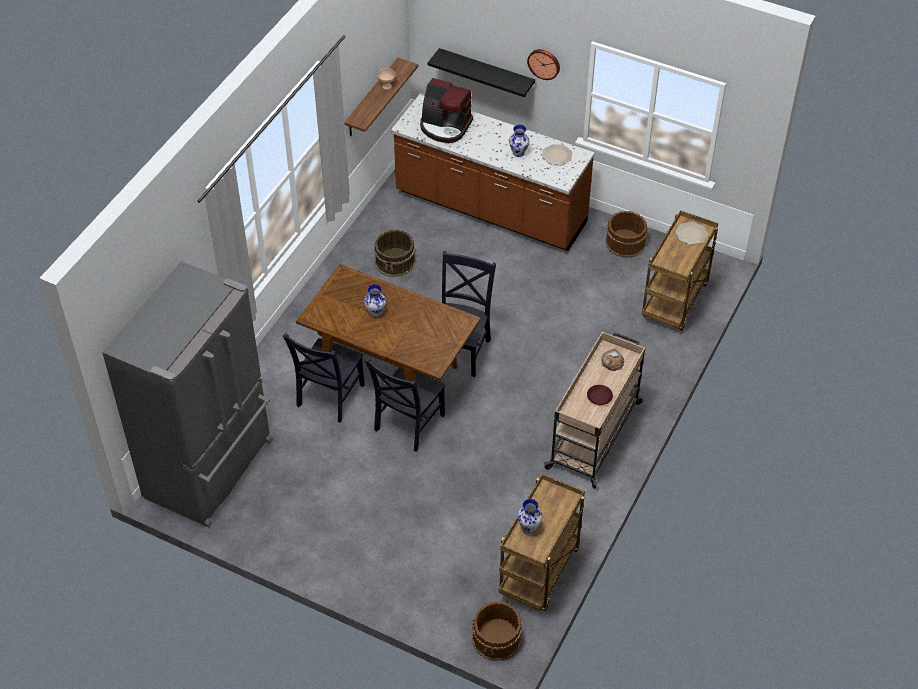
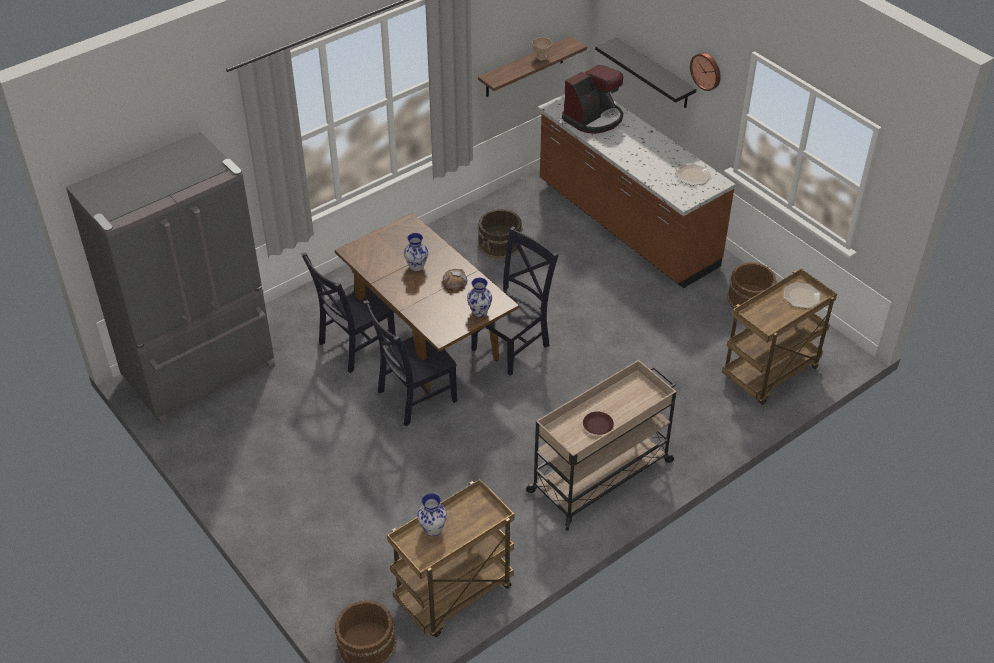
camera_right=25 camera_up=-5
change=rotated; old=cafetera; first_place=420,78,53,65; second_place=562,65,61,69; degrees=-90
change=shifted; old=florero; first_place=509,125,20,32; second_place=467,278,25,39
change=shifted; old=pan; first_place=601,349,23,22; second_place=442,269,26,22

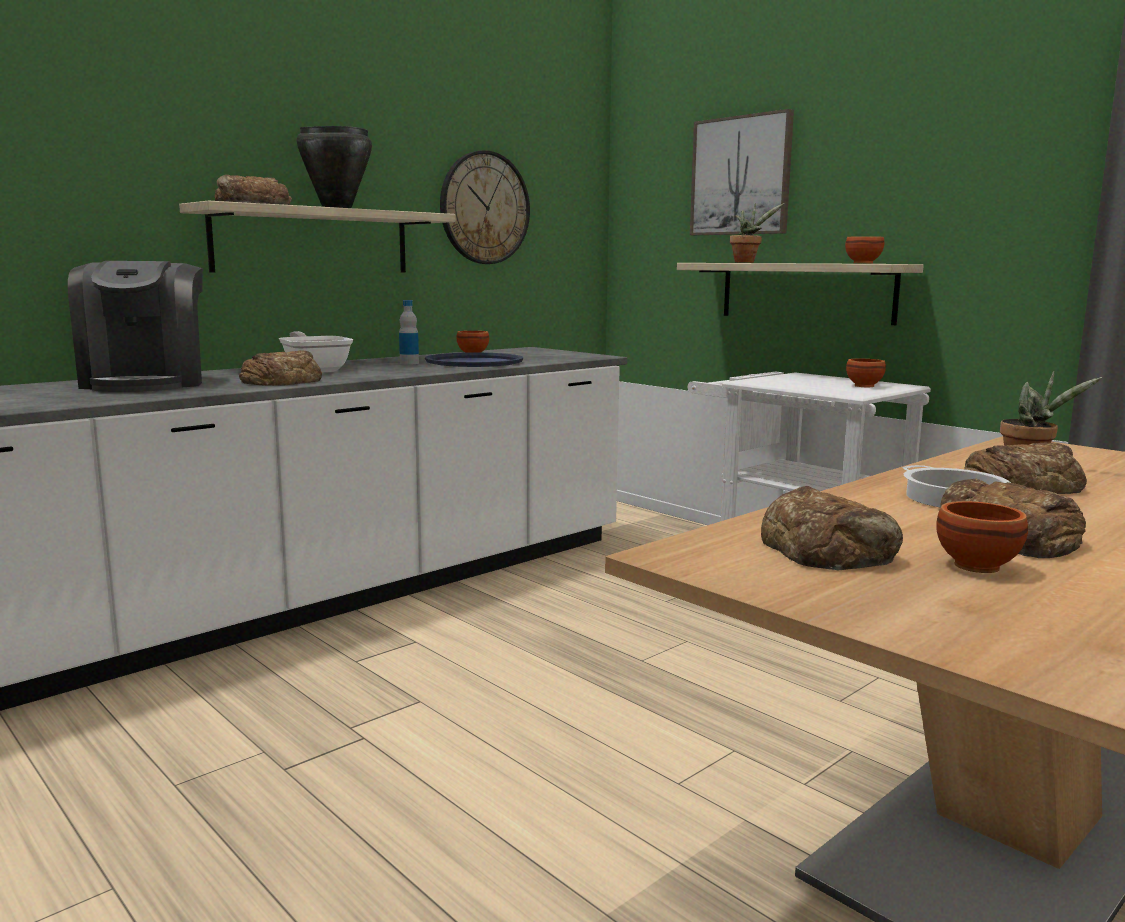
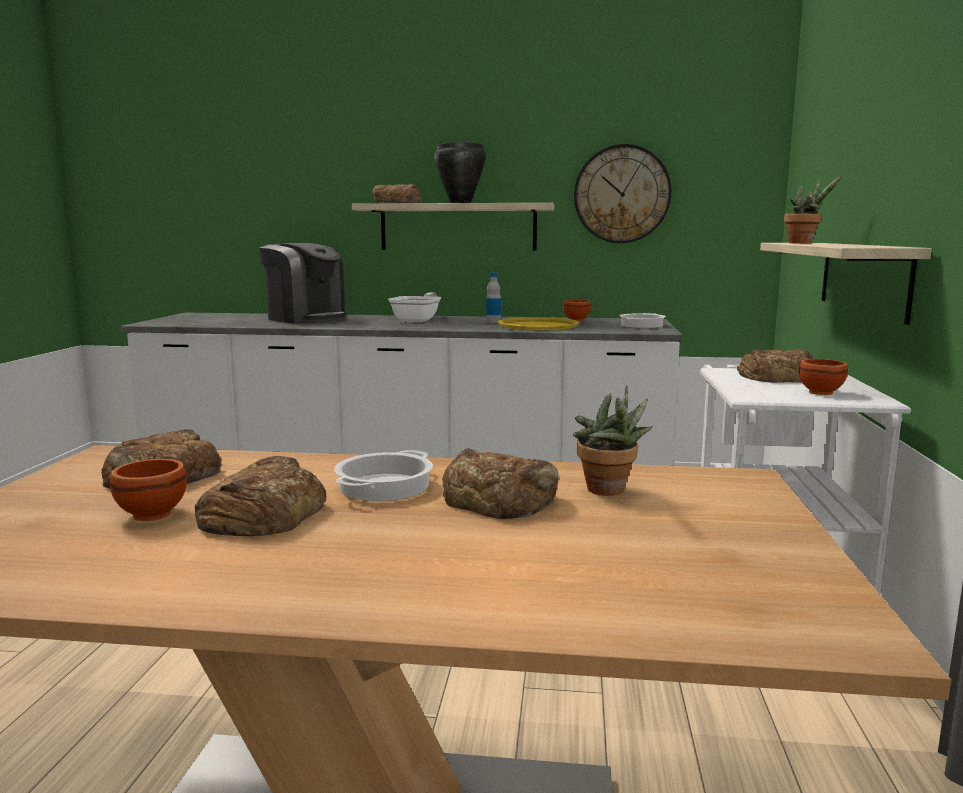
camera_right=50 camera_up=0
change=rotated; old=cafetera; first_place=68,261,135,131; second_place=259,243,88,80; degrees=-90
change=shifted; old=pan; first_place=239,350,83,36; second_place=737,350,76,33
change=repainted; old=bandeja (azul); new=bandeja (amarillo); first_place=425,353,98,14; second_place=497,317,82,13
change=gone; old=cuadro; first_place=690,109,104,126
change=gone; old=cuenco (marrón); first_place=845,236,39,27
change=new; new=olla; second_place=619,313,47,15

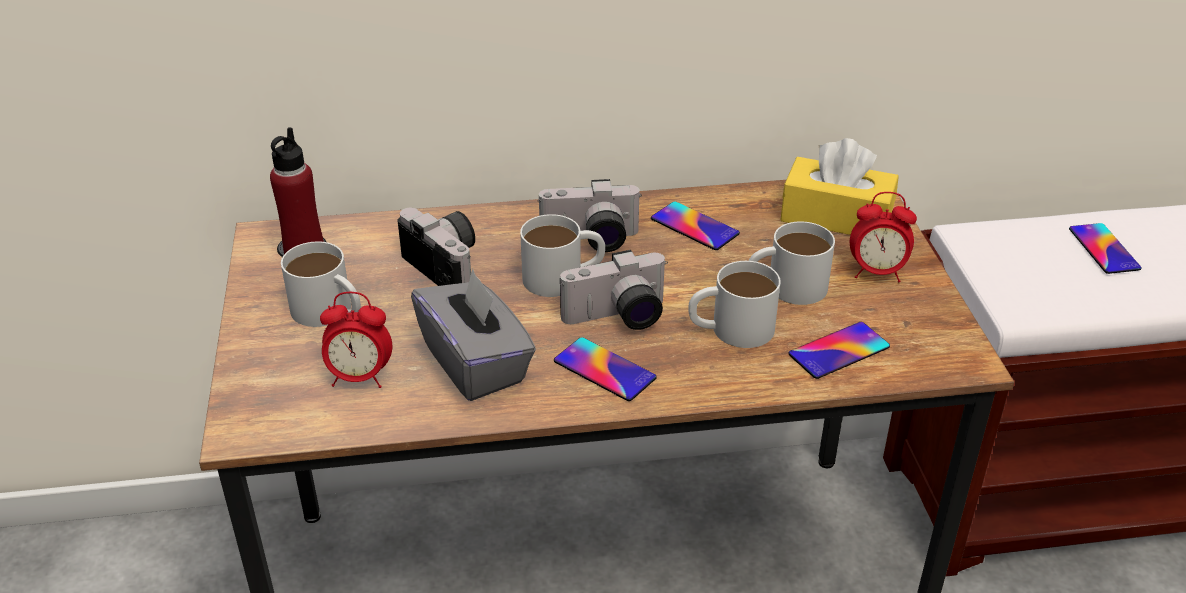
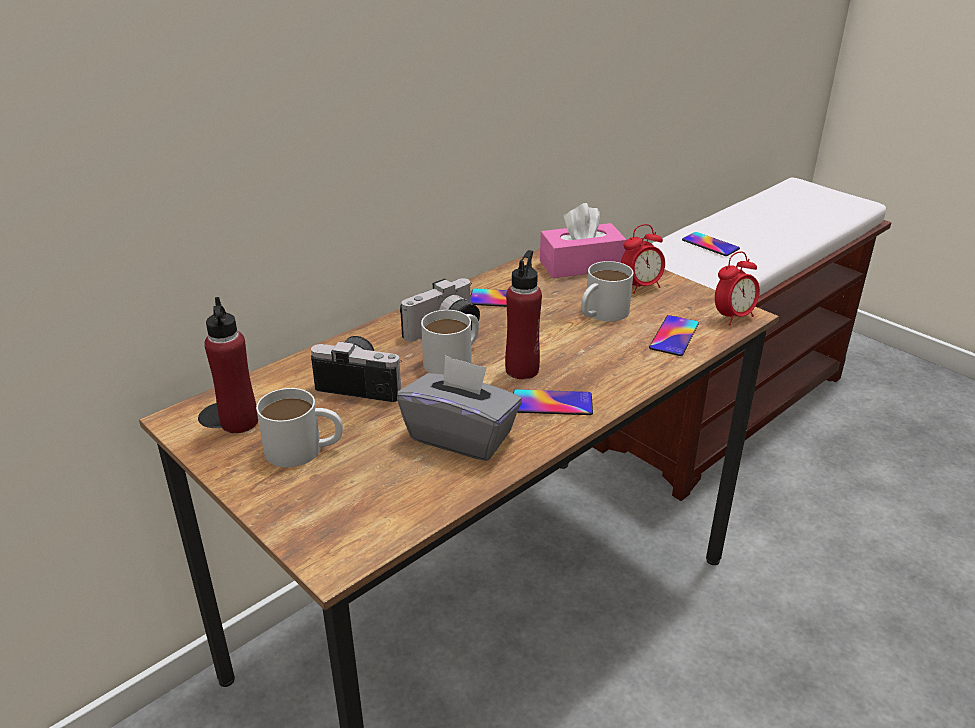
camera_right=-35 camera_up=-5
change=shifted; old=despertador; first_place=320,292,72,96; second_place=715,251,45,74
change=swapped; old=cámara; new=botella (rojo); first_place=560,250,108,80; second_place=505,250,37,129
change=gone; old=taza grande (blanco); first_place=688,261,93,87
change=repainted; old=caja de pañuelos (amarillo); new=caja de pañuelos (rosa); first_place=781,138,118,97; second_place=540,203,87,75

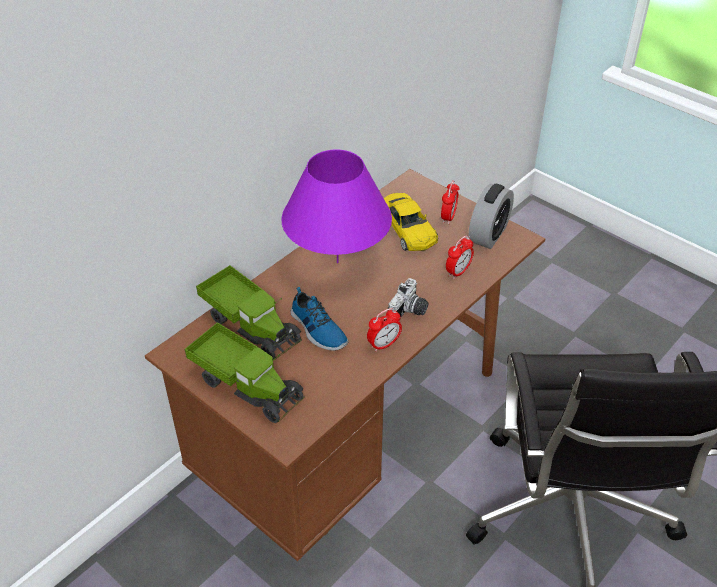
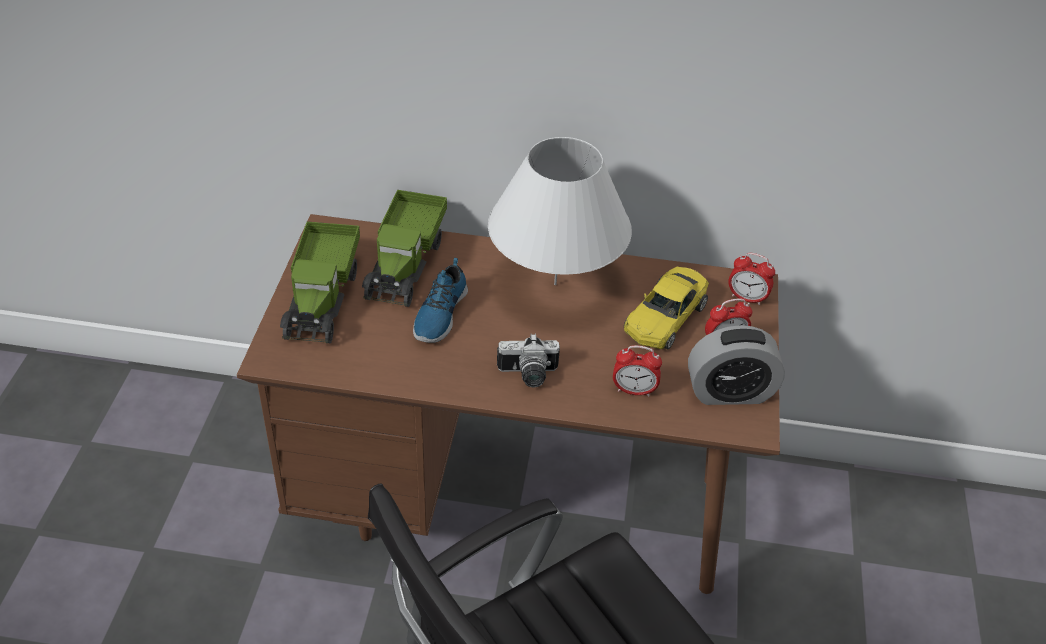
camera_right=55 camera_up=0
change=repainted; old=lámpara de mesa (morado); new=lámpara de mesa (blanco); first_place=281,149,111,114; second_place=488,137,144,148
change=shifted; old=despertador; first_place=367,308,35,44; second_place=728,253,47,52

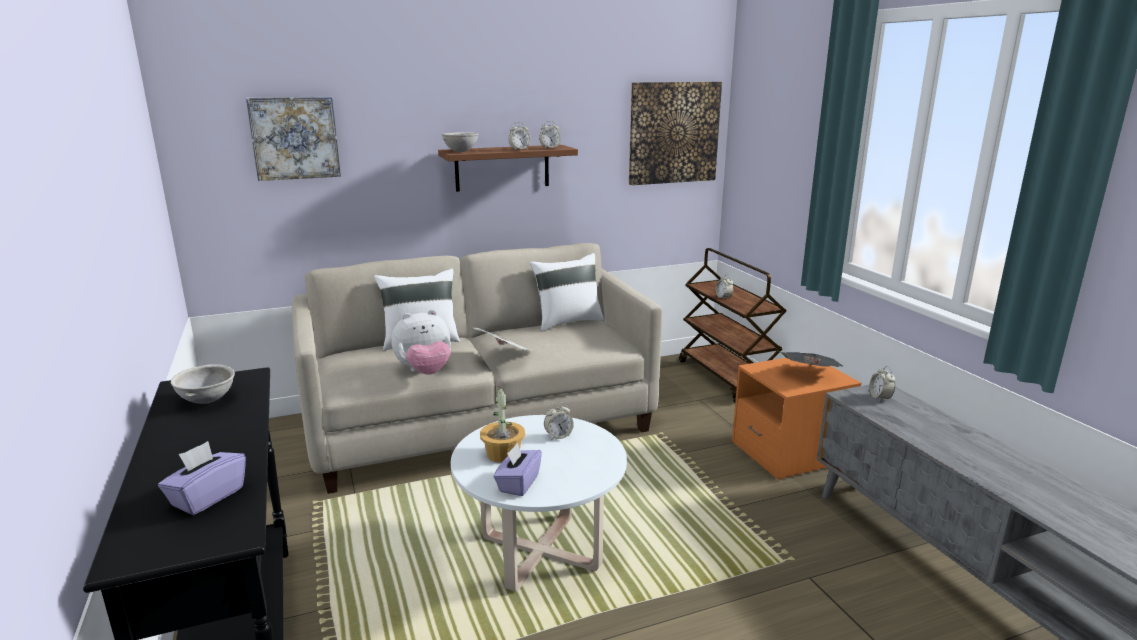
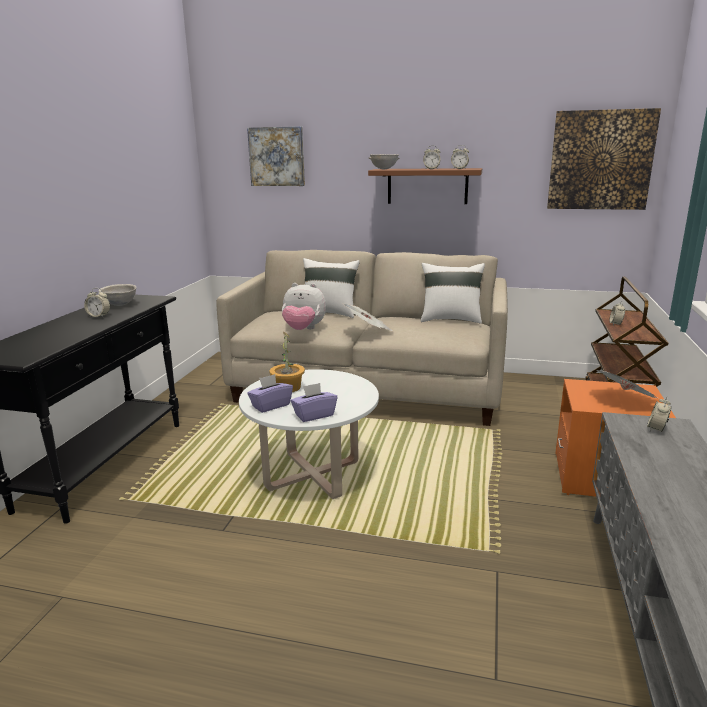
camera_right=35 camera_up=0
change=shifted; old=caja de pañuelos (morado); first_place=158,441,88,74; second_place=291,383,46,39
change=shifted; old=despertador; first_place=544,402,30,38; second_place=84,288,26,30

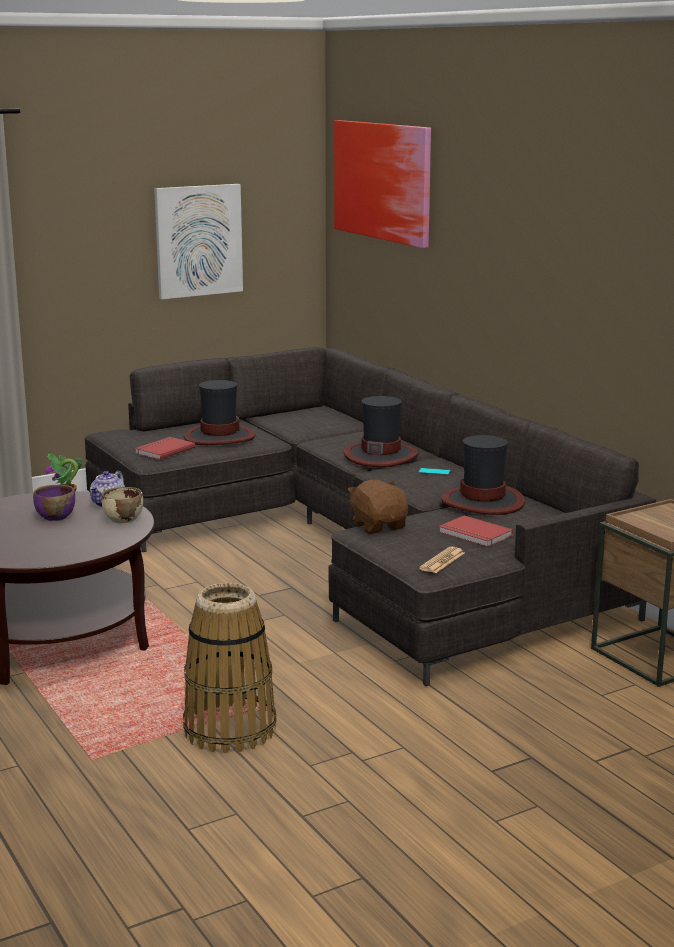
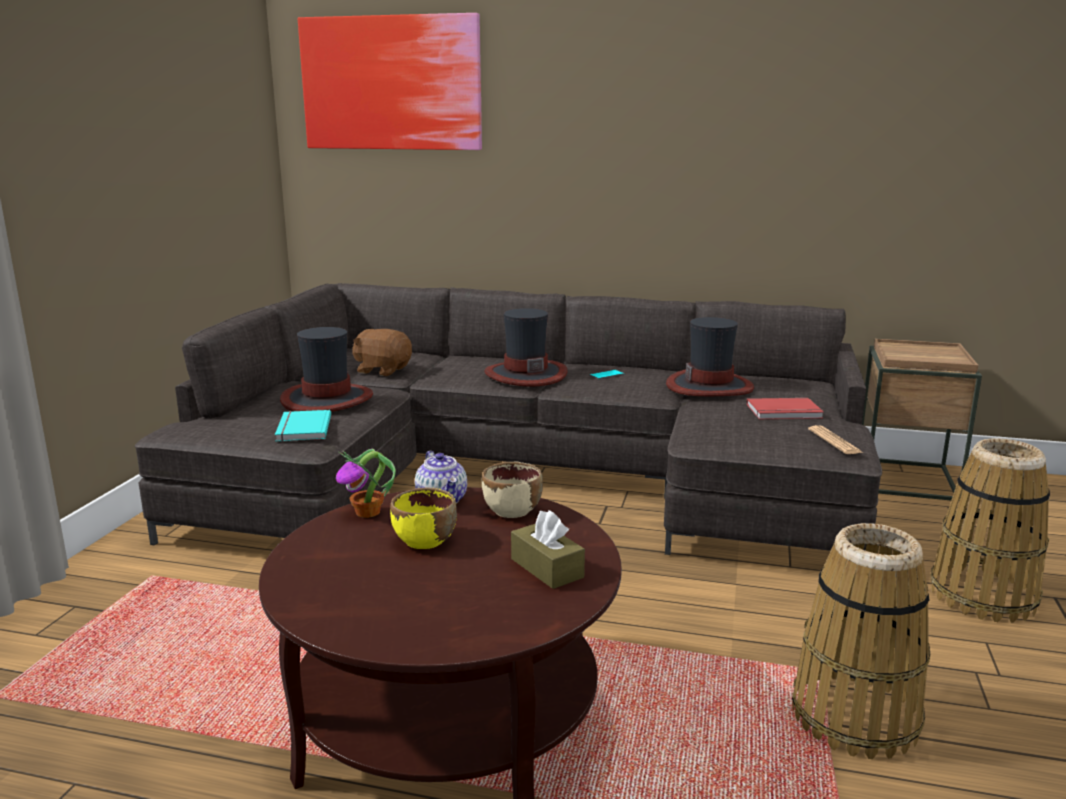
camera_right=-45 camera_up=0
change=repainted; old=cuenco (morado); new=cuenco (amarillo); first_place=33,485,42,36; second_place=390,487,67,62
change=repainted; old=libro (rojo); new=libro (turquesa); first_place=135,437,60,23; second_place=275,410,56,32
change=gone; old=cuadro; first_place=154,184,89,115
change=shifted; old=peluche (marrón); first_place=348,480,60,54; second_place=352,329,60,47
change=new; new=caja de pañuelos (marrón); second_place=511,510,74,79
change=new; new=cesta; second_place=930,438,120,185

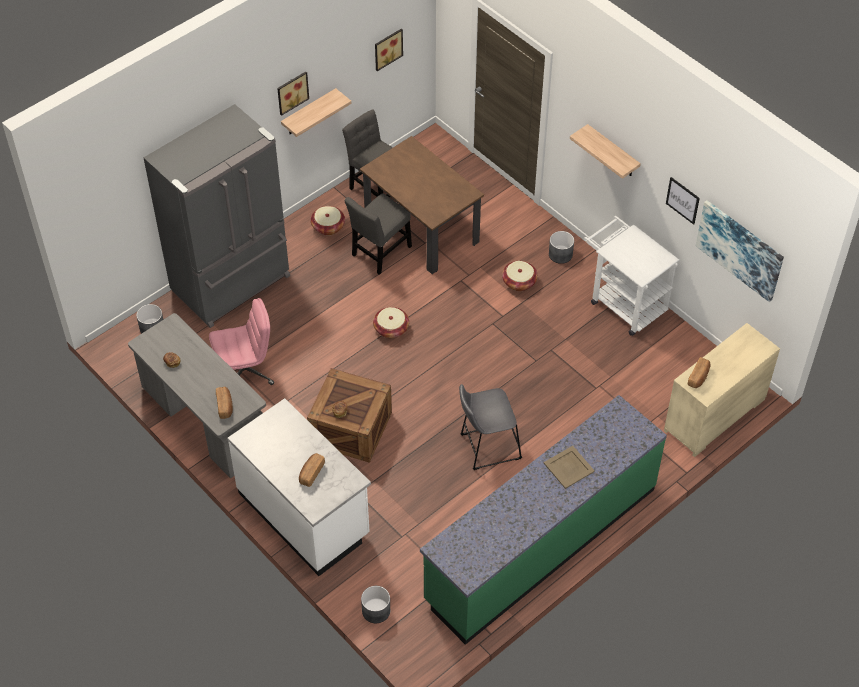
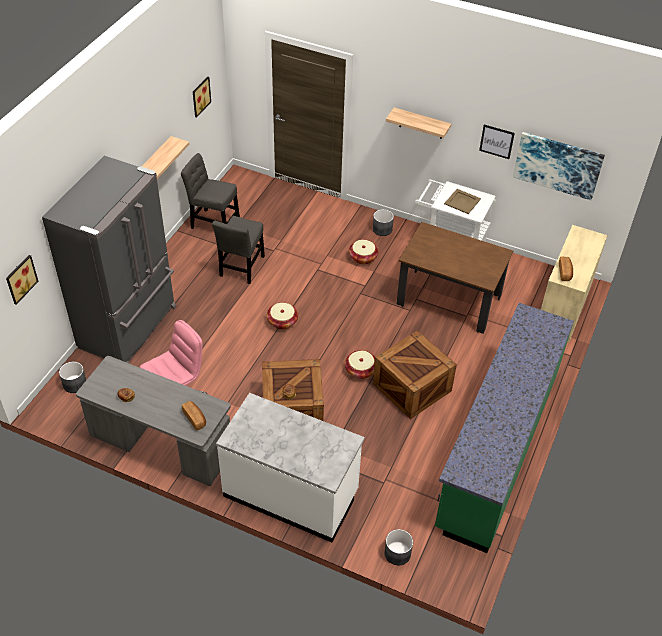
camera_right=-25 camera_up=-5
change=shifted; old=cuadro; first_place=277,72,32,44; second_place=6,255,33,50
change=gone; old=pan; first_place=299,453,26,34
change=shifted; old=cesta; first_place=311,206,34,29; second_place=345,350,30,29
change=shifted; old=mesa de comedor (marrón); first_place=360,136,124,138; second_place=397,222,116,112
change=swapped; old=taburete (gris); new=caja de embalaje; first_place=459,384,63,86; second_place=373,330,84,89
change=shifted; old=bandeja (beis); first_place=544,446,51,43; second_place=444,189,37,25

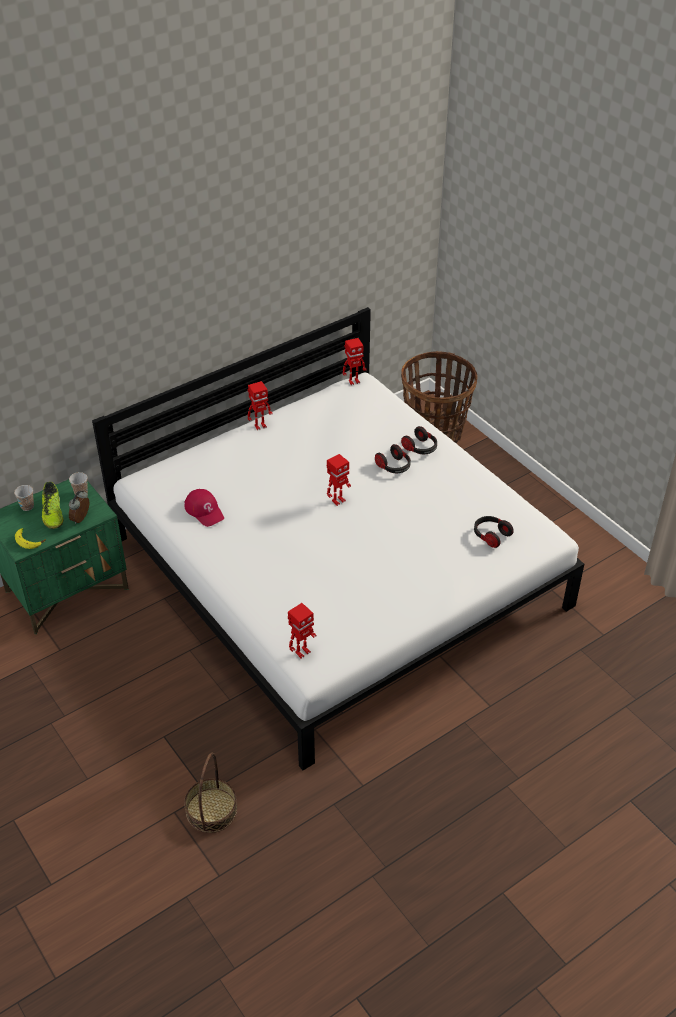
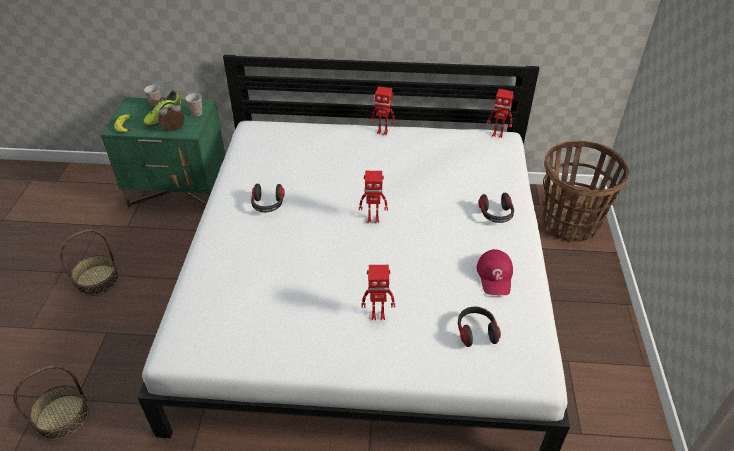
camera_right=40 camera_up=0
change=shifted; old=gorra (rojo); first_place=185,489,39,38; second_place=477,249,36,46
change=shifted; old=robot de juguete; first_place=288,603,28,55; second_place=361,265,34,55
change=shifted; old=auriculares; first_place=375,444,36,29; second_place=251,184,34,28
change=new; new=cesta; second_place=60,229,59,67

